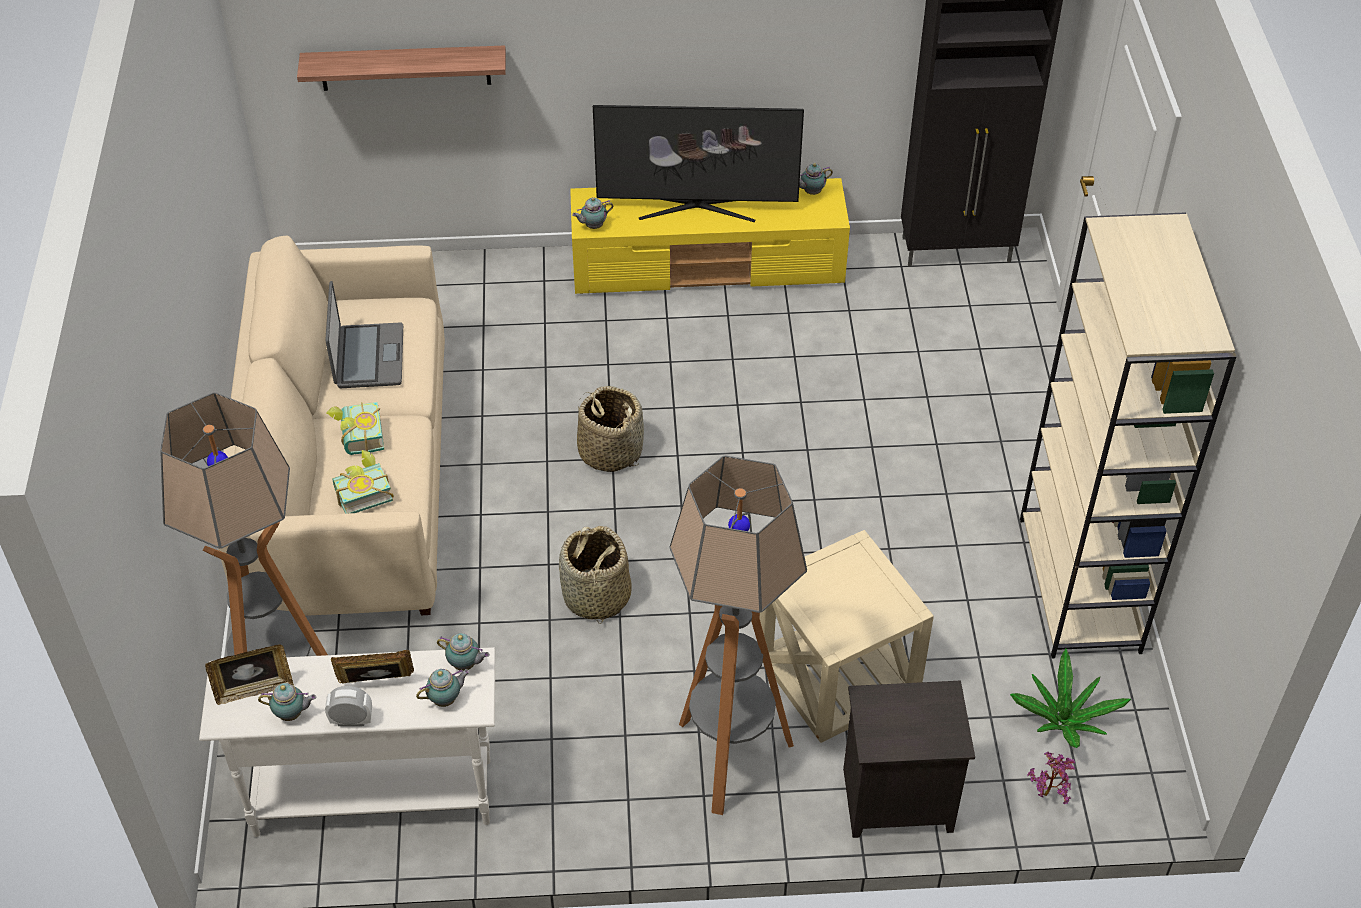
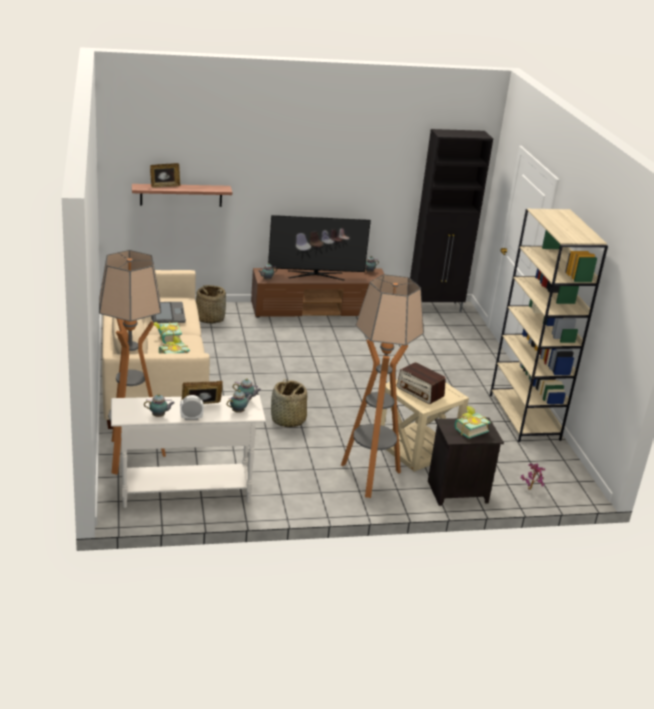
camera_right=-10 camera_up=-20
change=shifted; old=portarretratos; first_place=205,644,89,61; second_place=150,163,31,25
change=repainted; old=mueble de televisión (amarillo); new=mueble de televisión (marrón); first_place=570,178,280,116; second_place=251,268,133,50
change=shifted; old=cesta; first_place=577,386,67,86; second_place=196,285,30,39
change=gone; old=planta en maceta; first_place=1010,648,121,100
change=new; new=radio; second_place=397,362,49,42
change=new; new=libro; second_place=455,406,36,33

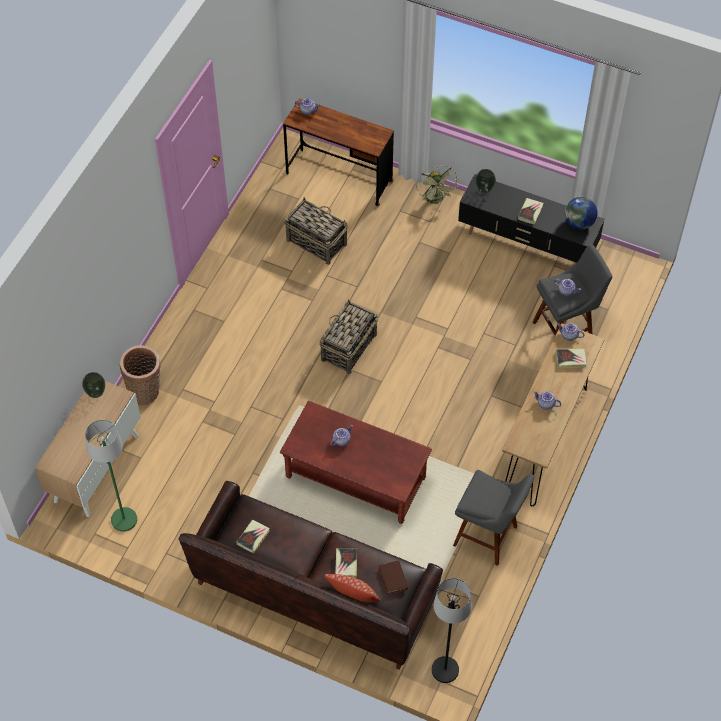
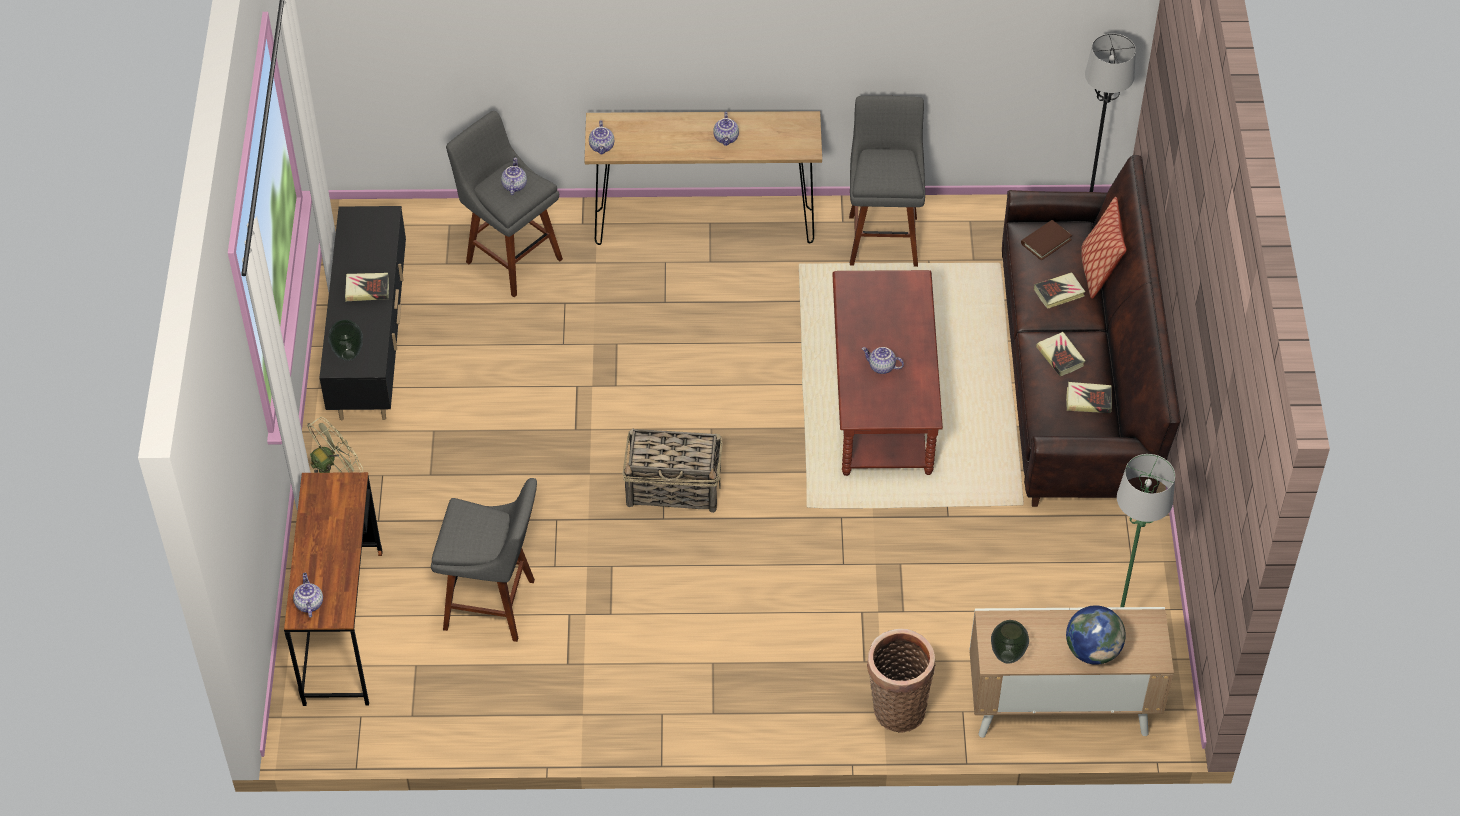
camera_right=-115 camera_up=-5
change=swapped; old=cesta; new=taburete (gris); first_place=284,197,64,68; second_place=431,478,106,164
change=shifted; old=libro; first_place=556,349,31,19; second_place=1036,332,49,44
change=shifted; old=globo terráqueo; first_place=565,197,33,33; second_place=1066,605,60,60

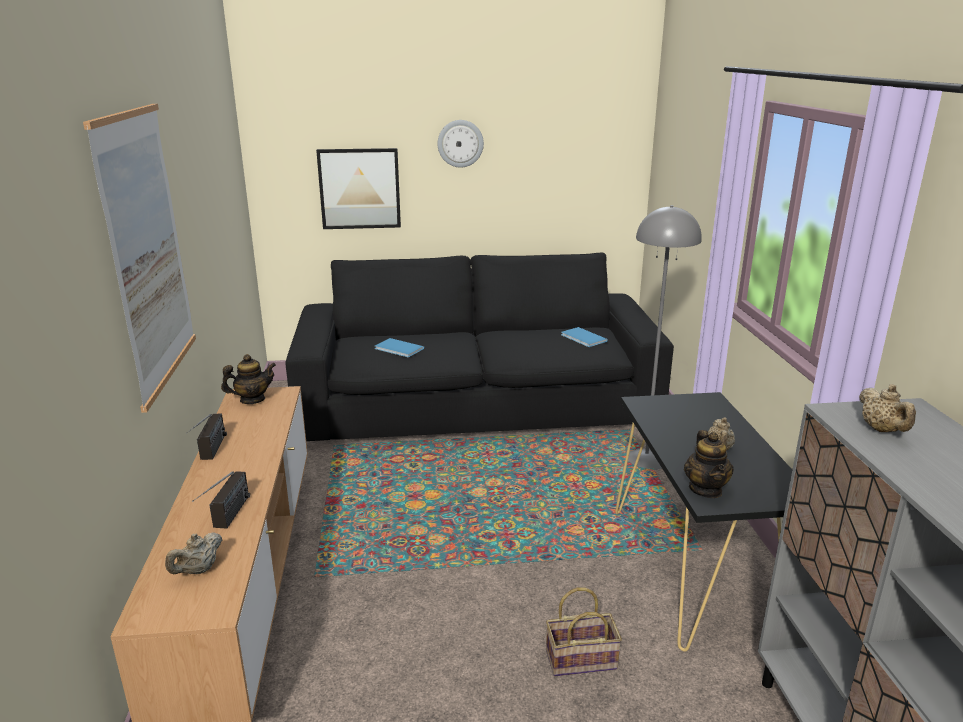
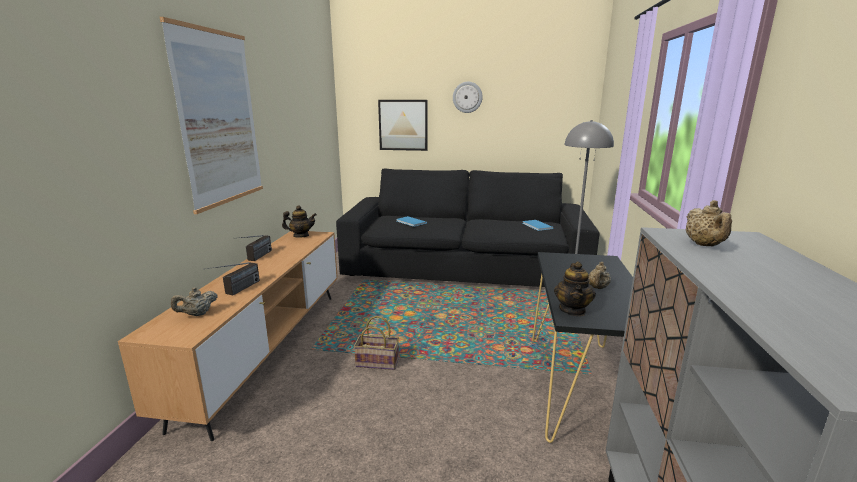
camera_right=15 camera_up=-5
change=shifted; old=cesta; first_place=546,587,76,89; second_place=354,316,45,54

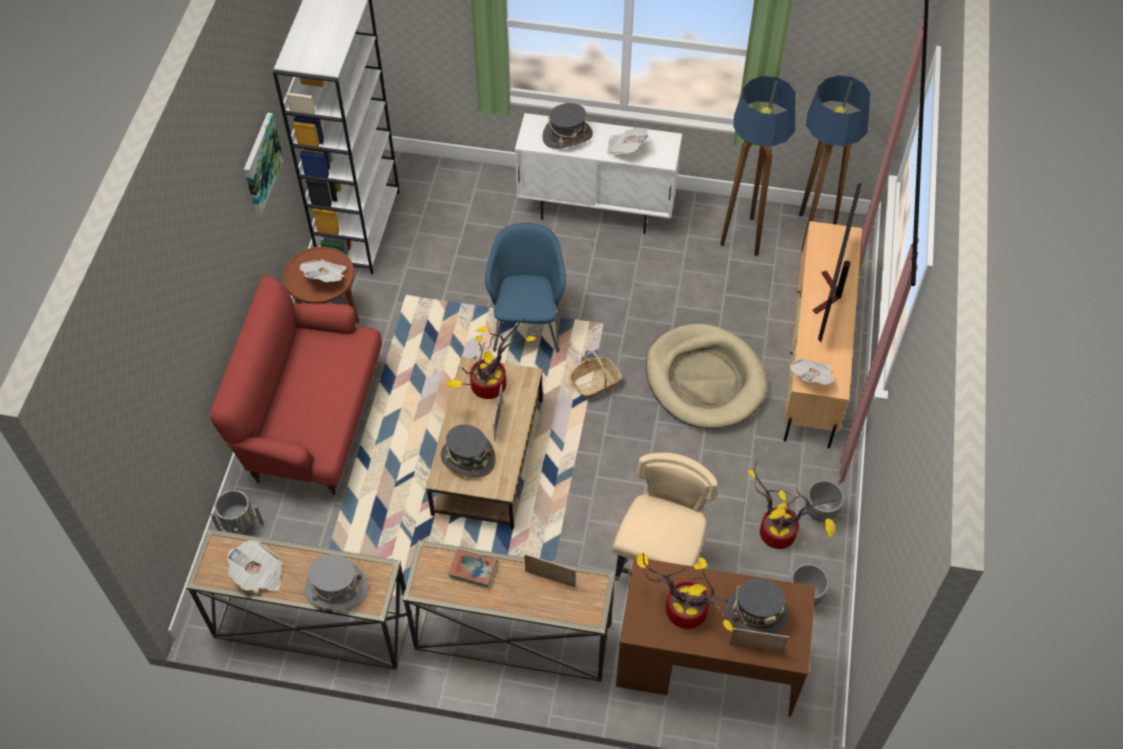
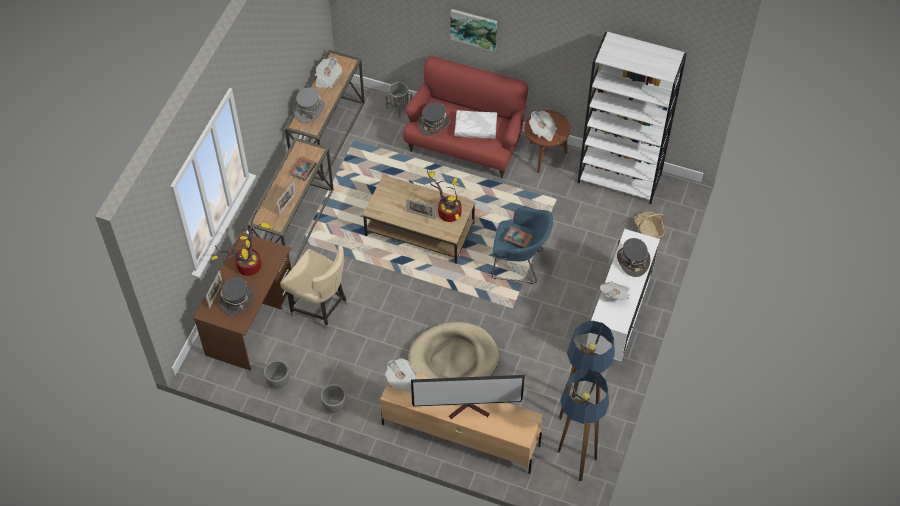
camera_right=100 camera_up=0
change=shifted; old=cuadro; first_place=244,113,40,102; second_place=451,9,46,43
change=shifted; old=sombrero (gris); first_place=440,424,56,54; second_place=418,102,32,34
change=shifted; old=cesta; first_place=569,350,53,49; second_place=634,212,31,27
change=gone; old=planta en maceta; first_place=747,461,89,88
change=rotated; old=televisor; first_place=812,183,50,159; second_place=411,375,114,44; degrees=150
change=new; new=cojín (blanco); second_place=455,110,42,29
change=new; new=libro; second_place=503,226,30,22

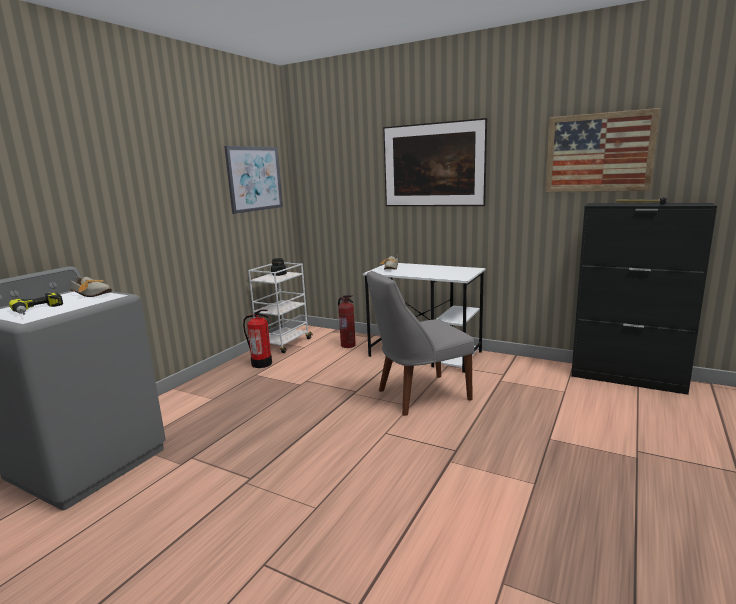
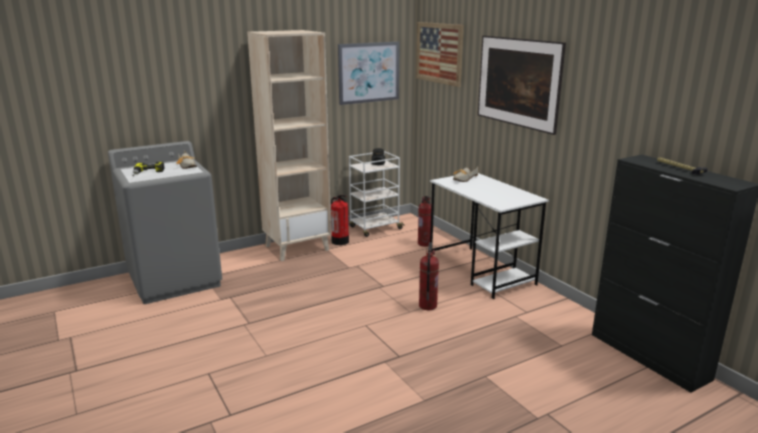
camera_right=30 camera_up=5
change=swapped; old=silla (gris); new=extintor; first_place=367,271,107,145; second_place=419,242,20,68
change=shifted; old=cuadro; first_place=545,108,115,84; second_place=416,22,48,65
change=new; new=estantería (beis); second_place=247,30,84,231

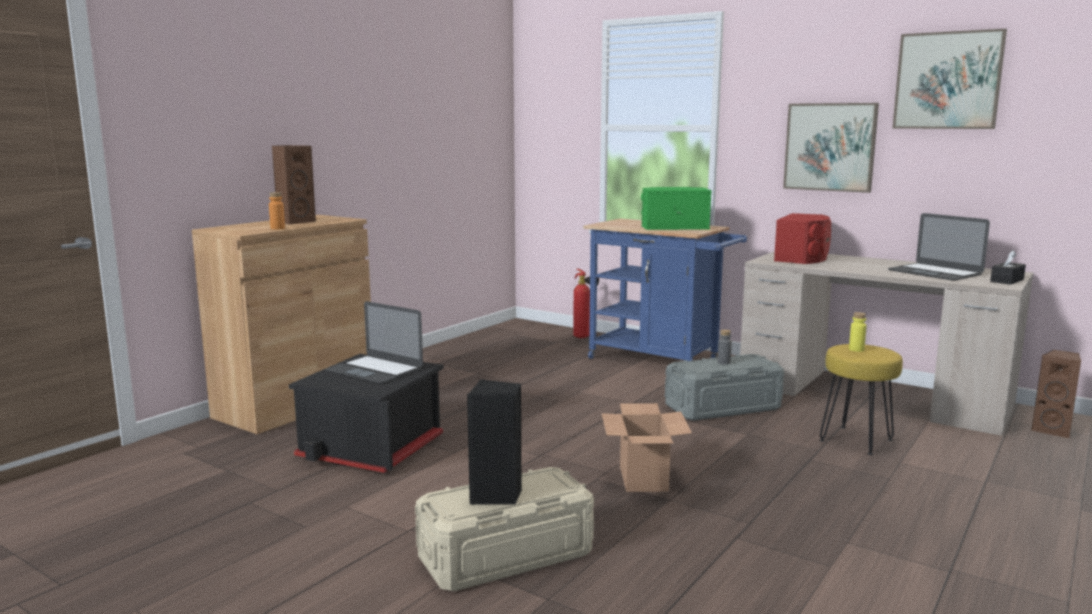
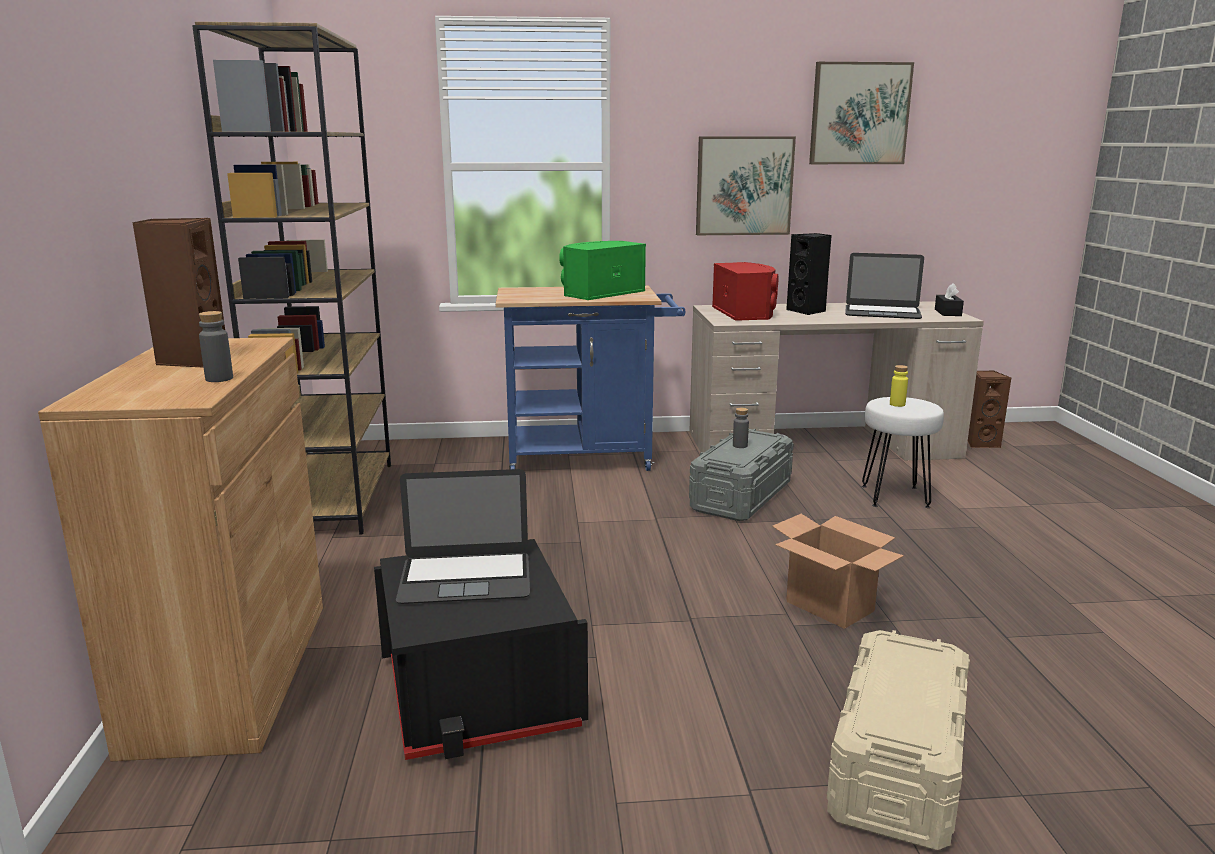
camera_right=-40 camera_up=5
change=repainted; old=botella (naranja); new=botella (gris); first_place=269,192,16,37; second_place=199,311,34,71
change=shifted; old=altavoz (negro); first_place=467,379,55,126; second_place=786,233,46,82
change=gone; old=extintor; first_place=573,269,26,69
change=repainted; old=taburete (amarillo); new=taburete (blanco); first_place=820,344,83,111; second_place=862,397,82,111
change=new; new=estantería (marrón); second_place=192,22,199,513

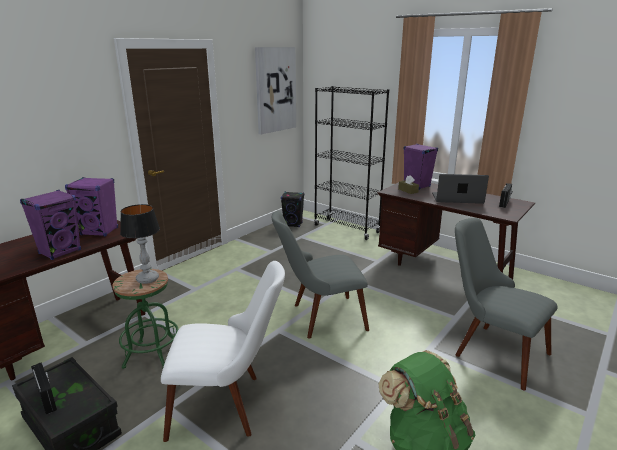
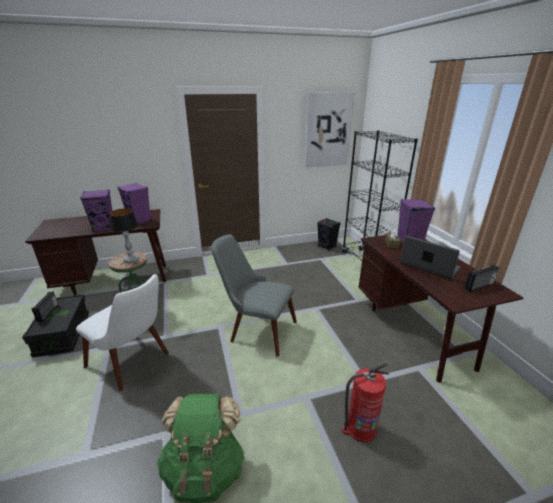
camera_right=35 camera_up=5
change=swapped; old=silla (gris); new=extintor; first_place=455,218,103,173; second_place=342,363,47,80

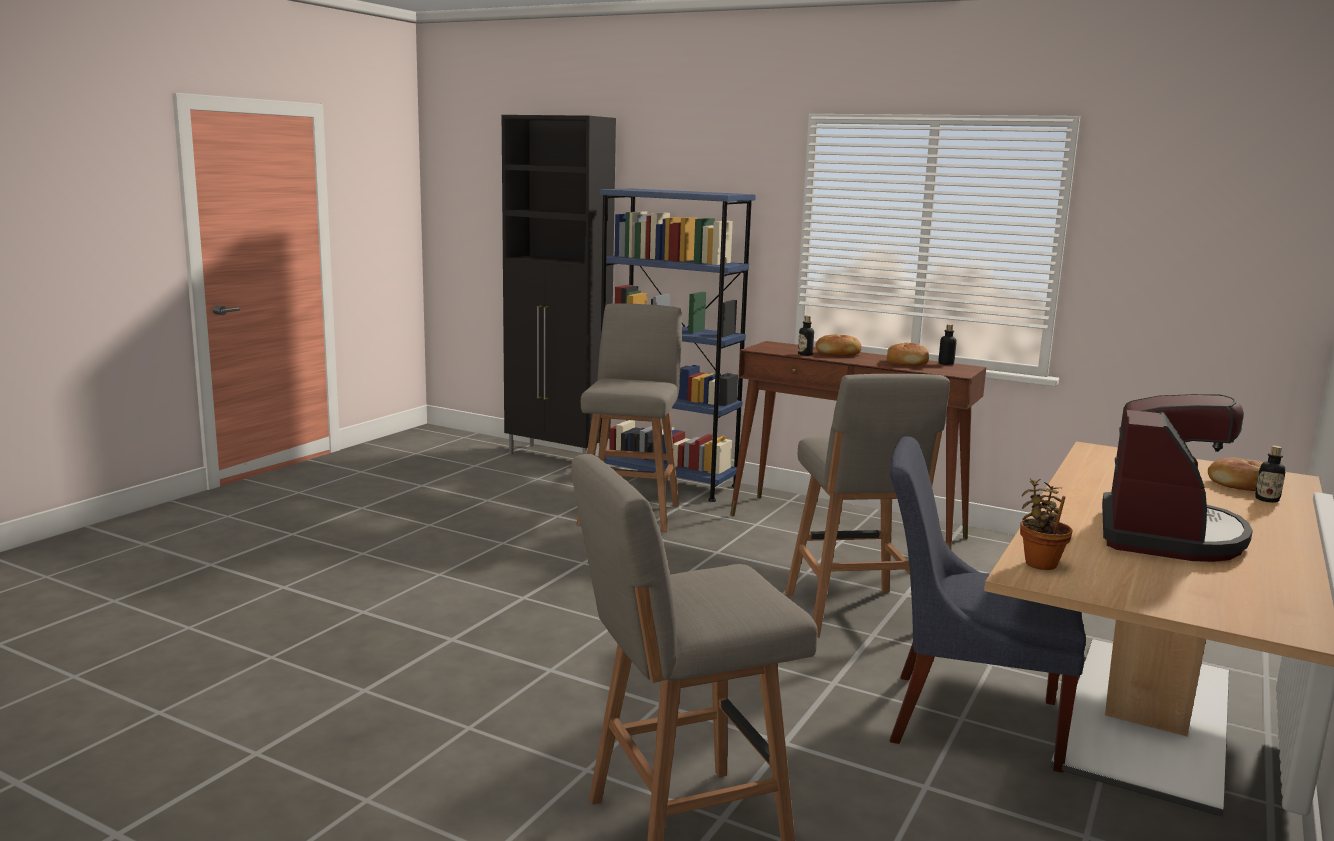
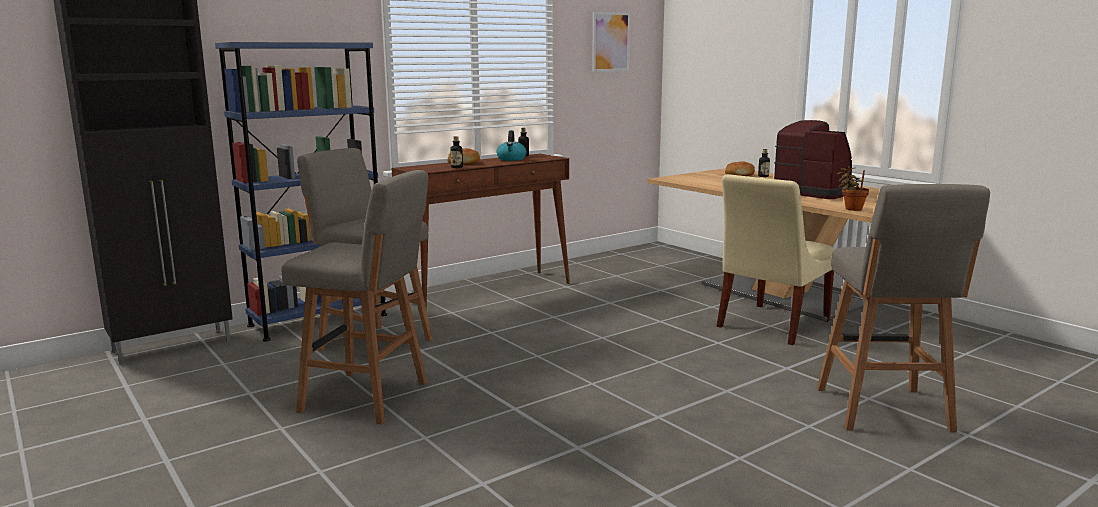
camera_right=-65 camera_up=0
change=shifted; old=taburete (gris); first_place=785,374,165,264; second_place=281,170,147,254
change=swapped; old=pan; new=hervidor; first_place=886,343,43,23; second_place=496,130,30,31
change=repainted; old=silla (azul); new=silla (beis); first_place=890,436,196,337; second_place=717,174,117,171
change=new; new=cuadro; second_place=592,11,38,61

